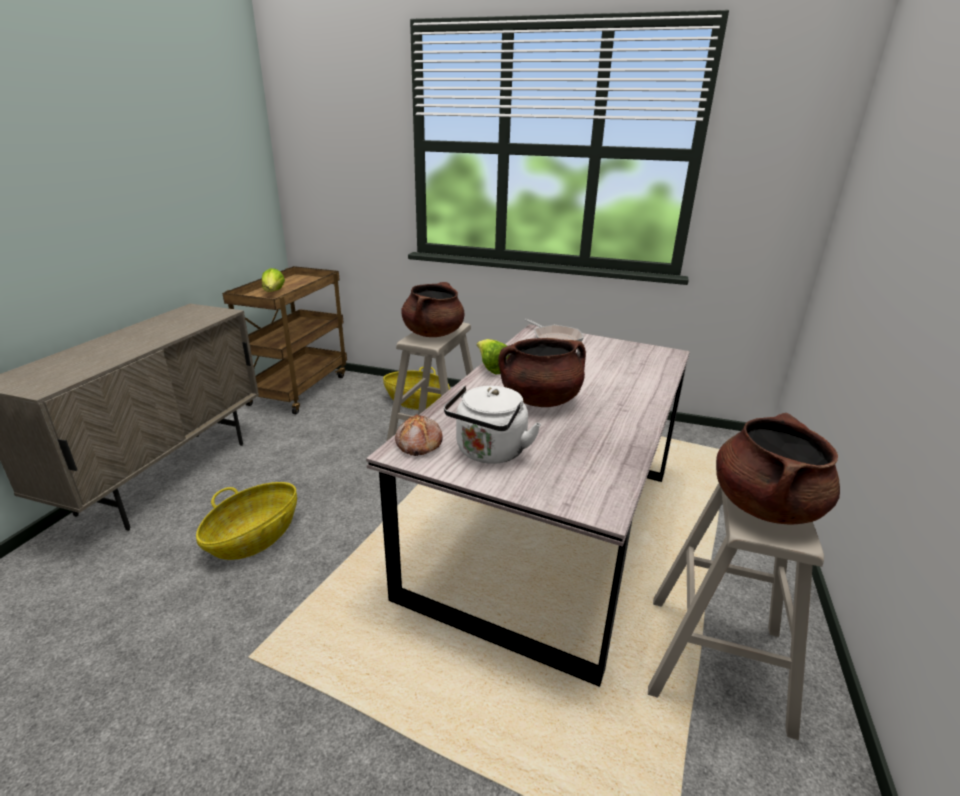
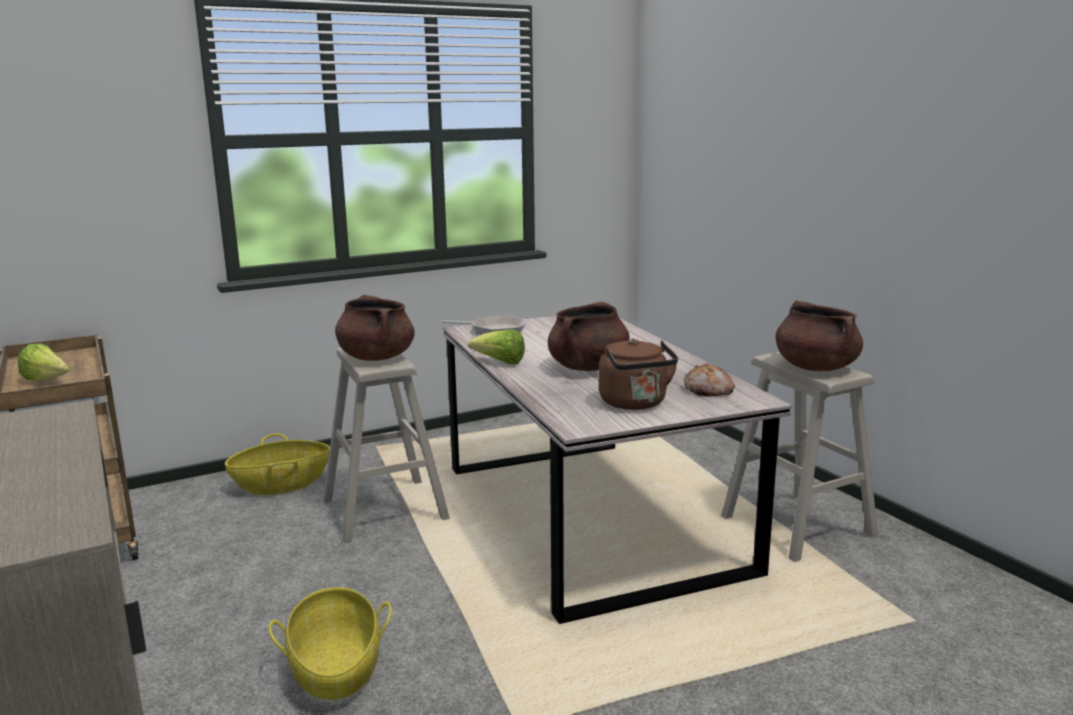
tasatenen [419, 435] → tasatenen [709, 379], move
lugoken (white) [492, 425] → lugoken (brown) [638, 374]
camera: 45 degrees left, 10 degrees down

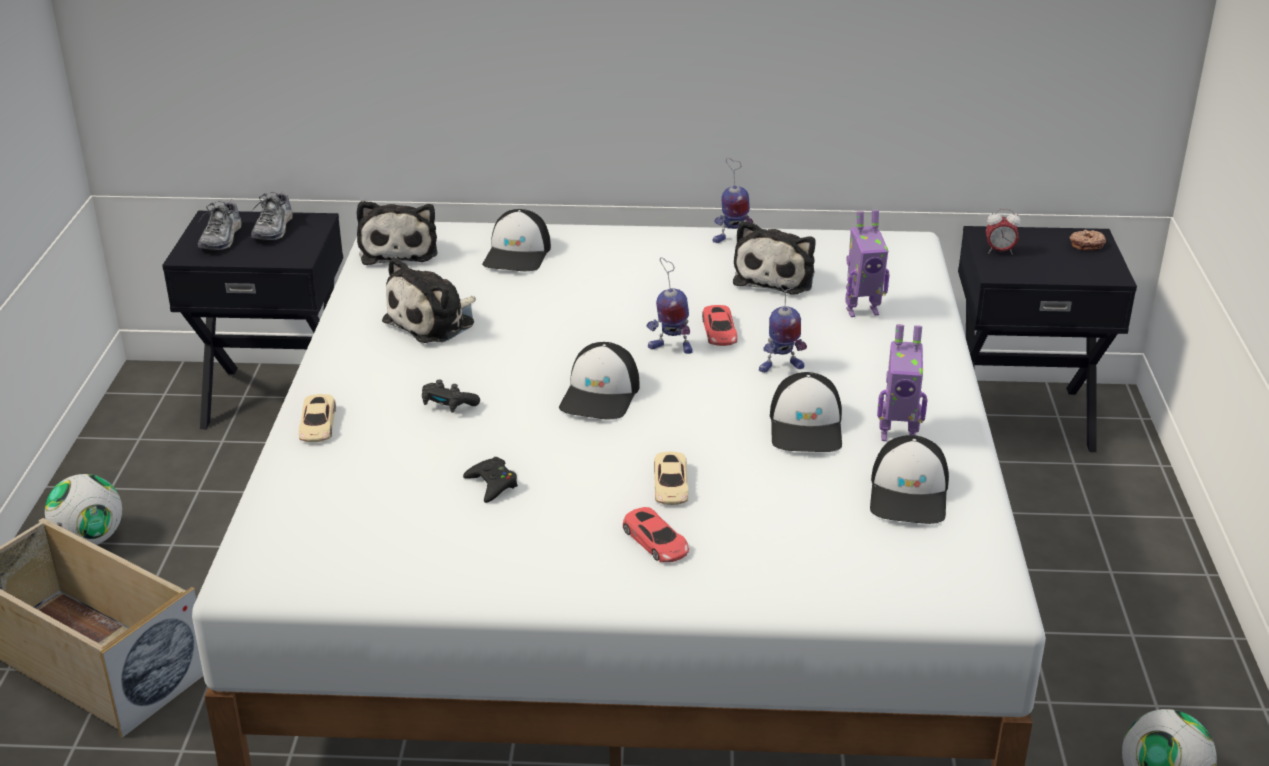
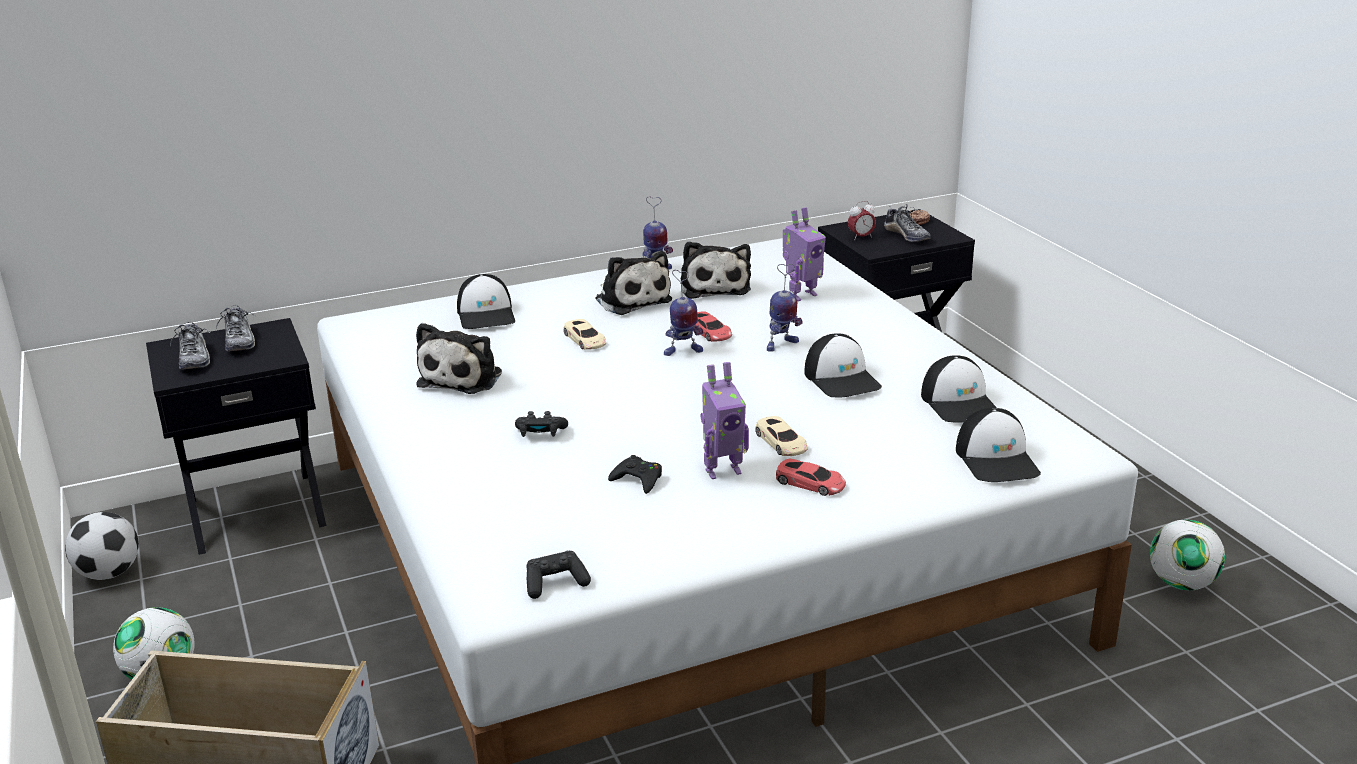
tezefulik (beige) [317, 418] → tezefulik (beige) [584, 334], move
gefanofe [397, 233] → gefanofe [633, 283], move
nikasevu [599, 380] → nikasevu [998, 445], move
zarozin [902, 382] → zarozin [725, 420], move
- → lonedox [102, 546]
- → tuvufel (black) [558, 575]
- → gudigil [907, 223]
camera: 25 degrees left, 5 degrees down

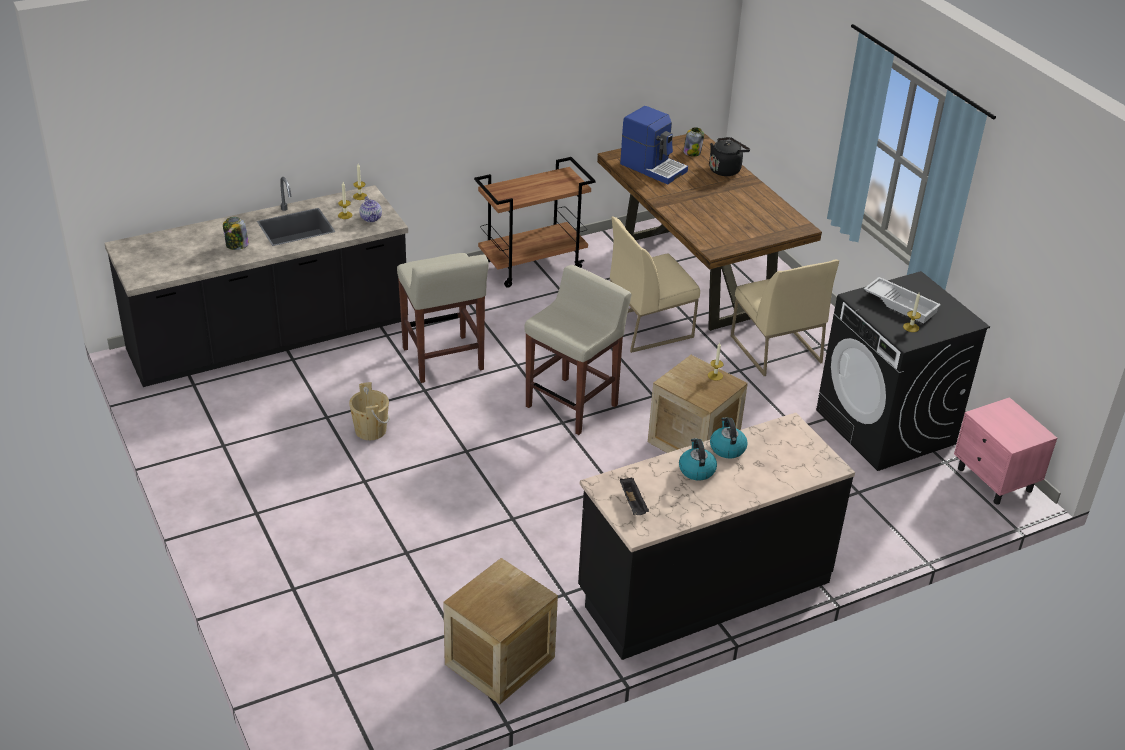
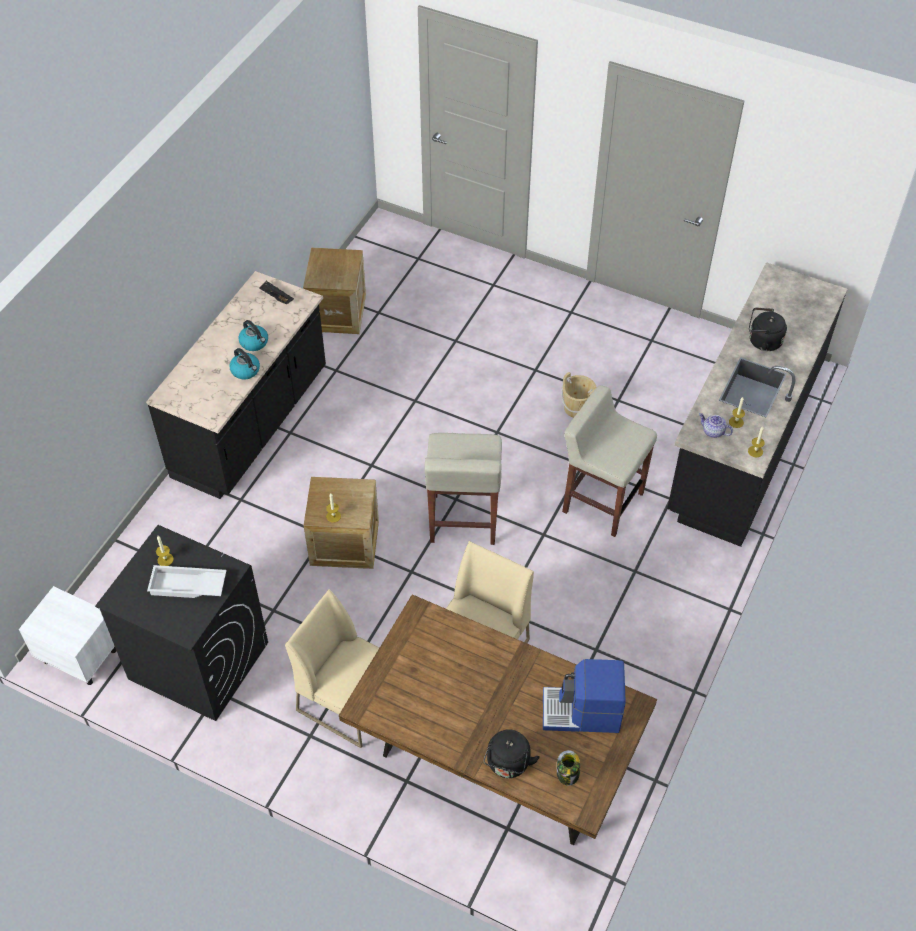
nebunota [236, 233] → lugoken (black) [768, 329]
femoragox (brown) [535, 222] → -
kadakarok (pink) [1005, 451] → kadakarok (white) [67, 635]
camera: 145 degrees right, 15 degrees up

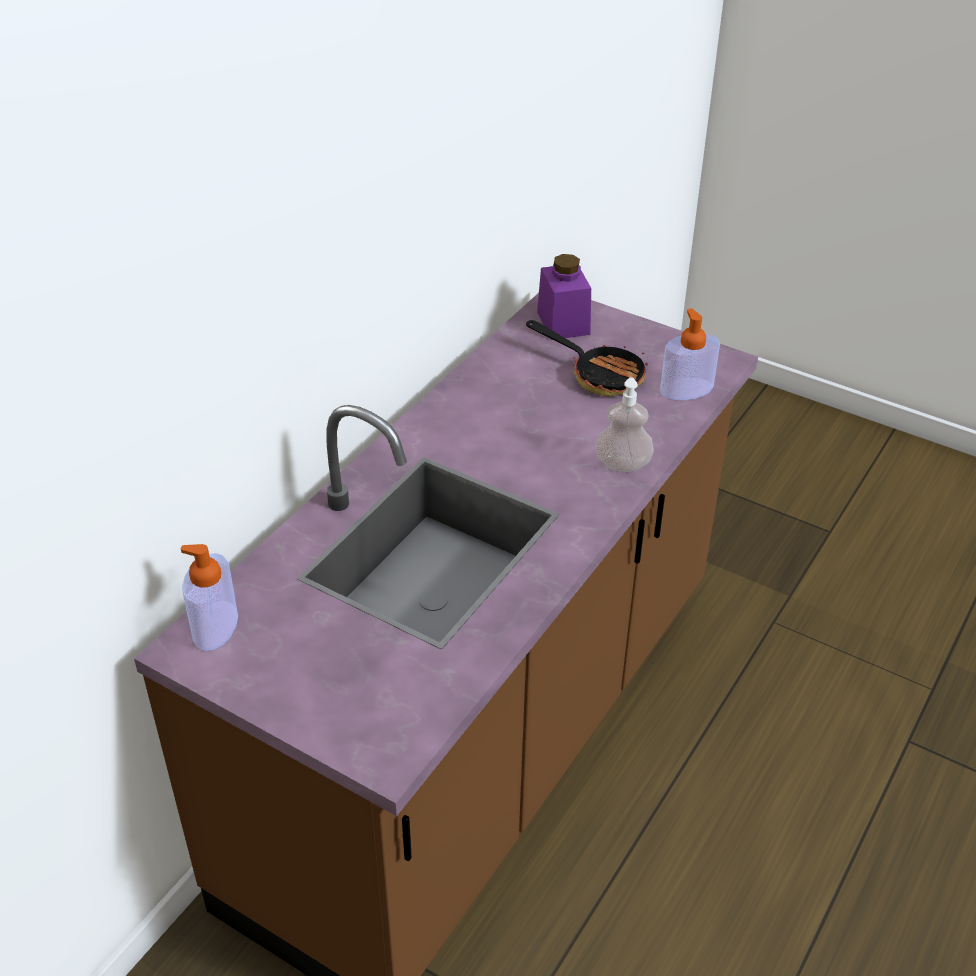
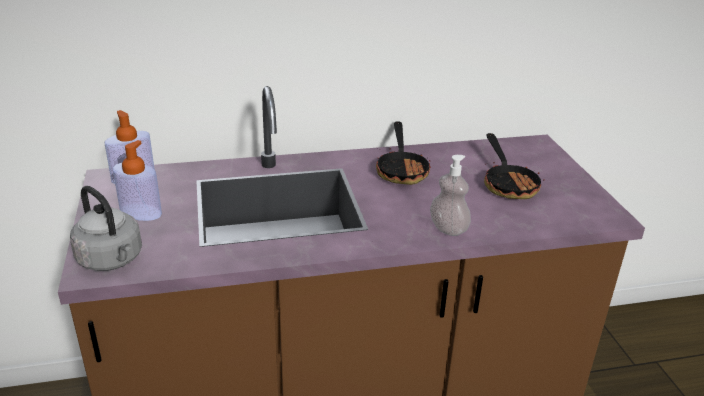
nebunota (purple) [564, 297] → -
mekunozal [690, 354] → mekunozal [137, 180], move
- → lugoken (grey) [106, 228]
- → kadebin [403, 153]
camera: 45 degrees right, 10 degrees down

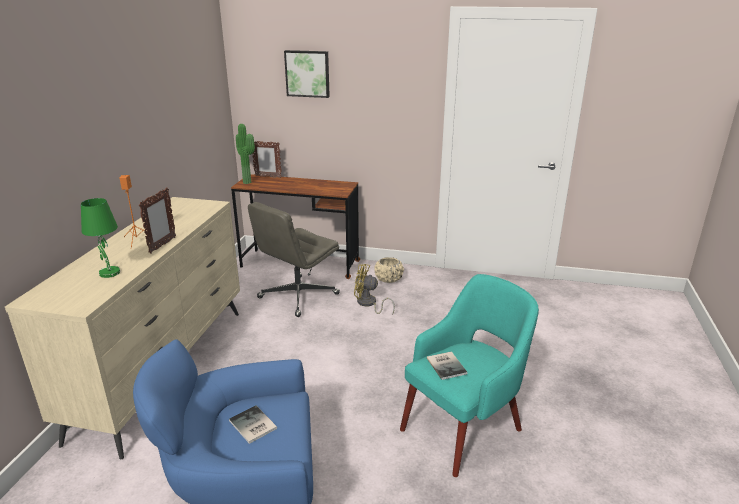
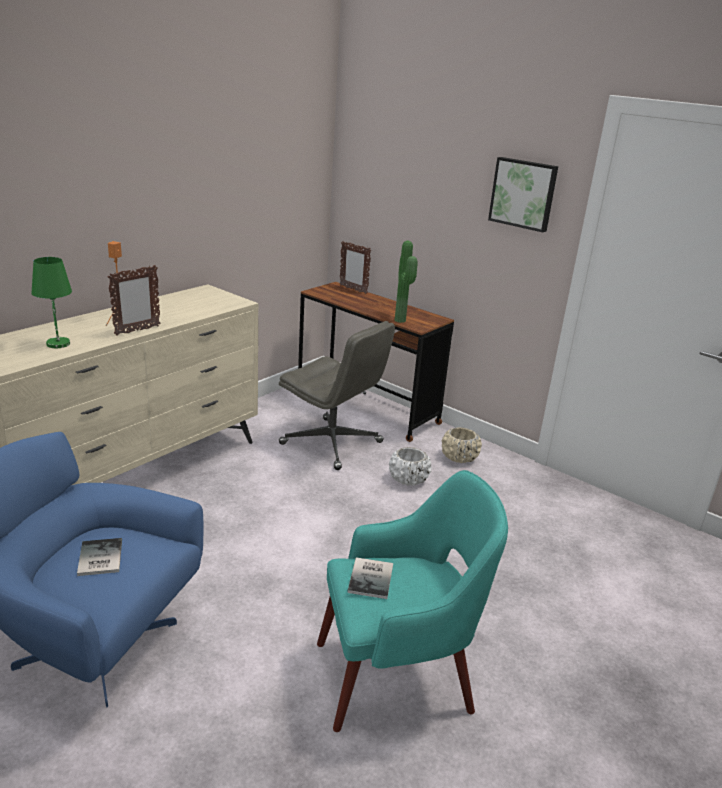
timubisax [245, 154] → timubisax [406, 282], move
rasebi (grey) [294, 259] → rasebi (grey) [337, 395], 120 degrees counterclockwise
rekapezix [307, 74] → rekapezix [523, 194], move
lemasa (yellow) [374, 289] → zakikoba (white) [410, 466]
camera: 25 degrees right, 0 degrees up

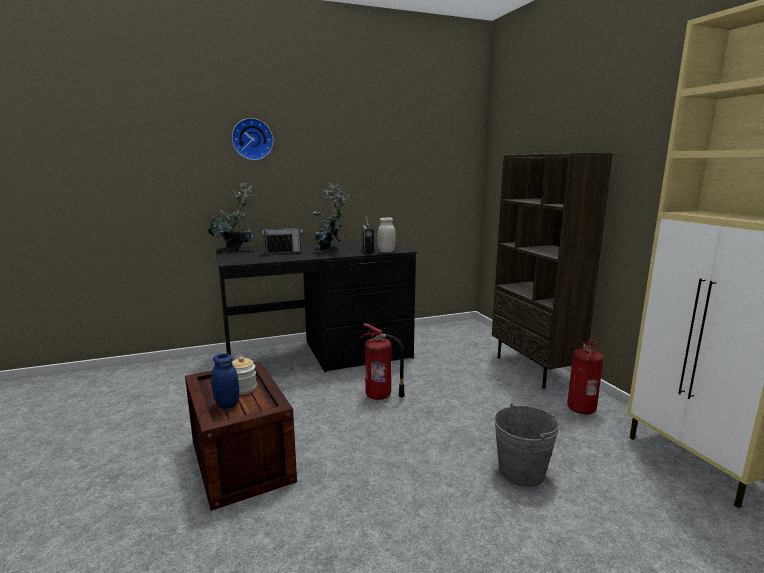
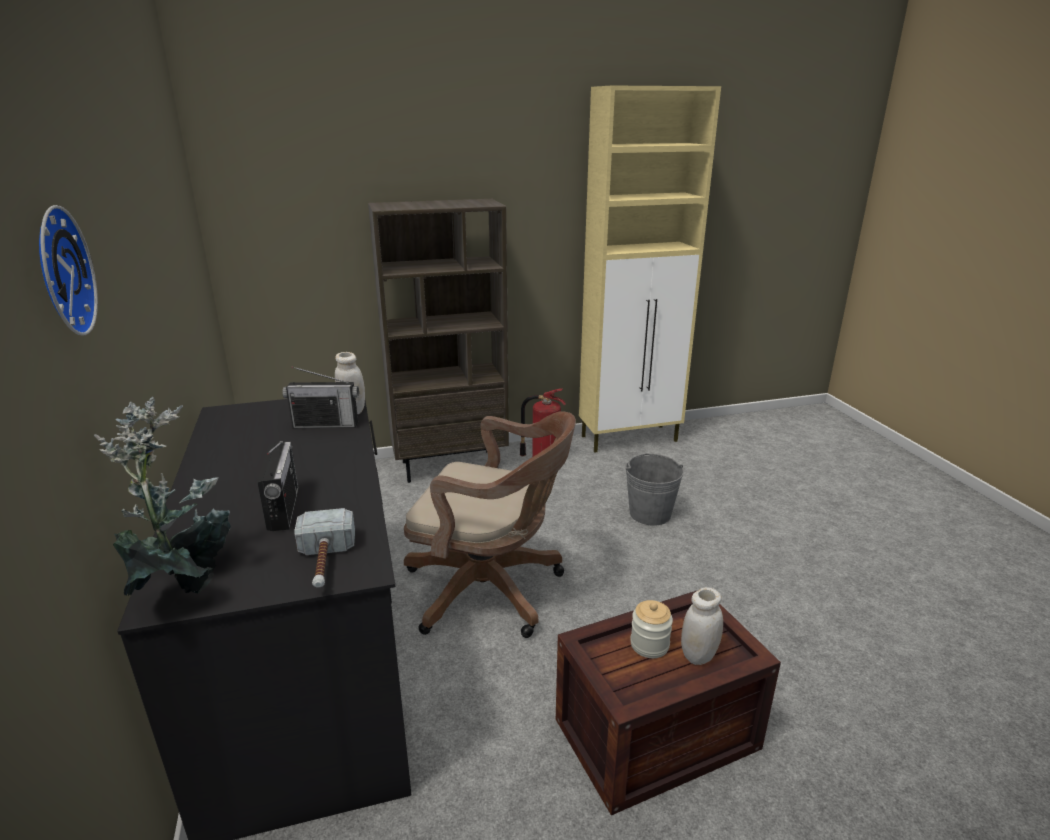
nebunota (blue) [225, 381] → nebunota (white) [702, 626]
timubisax [331, 216] → -
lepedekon [382, 361] → rasebi (brown) [490, 524]
- → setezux [325, 547]
camera: 85 degrees left, 10 degrees up

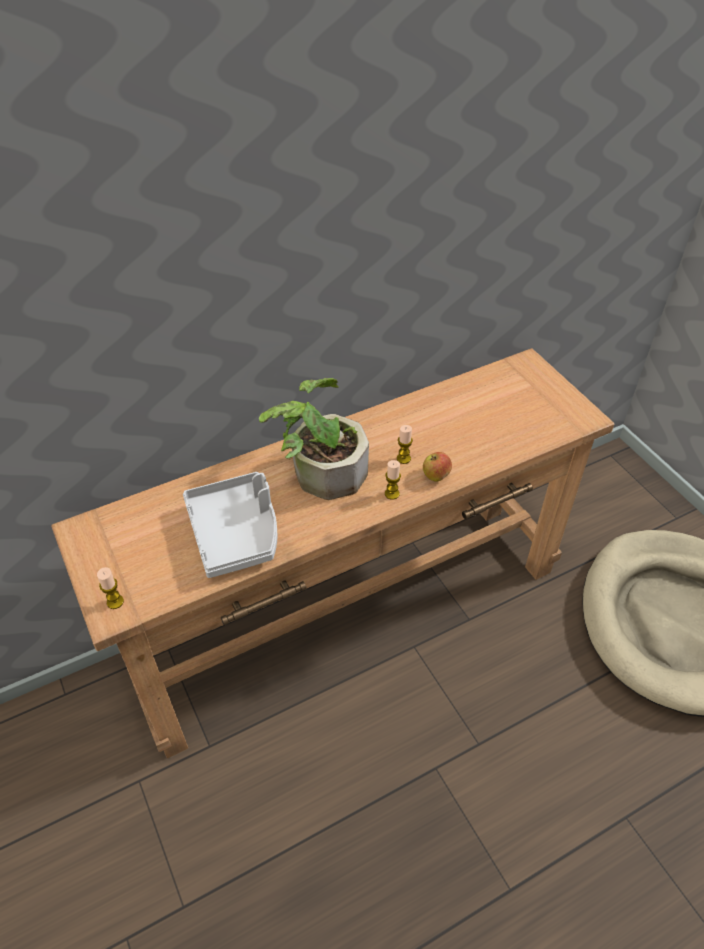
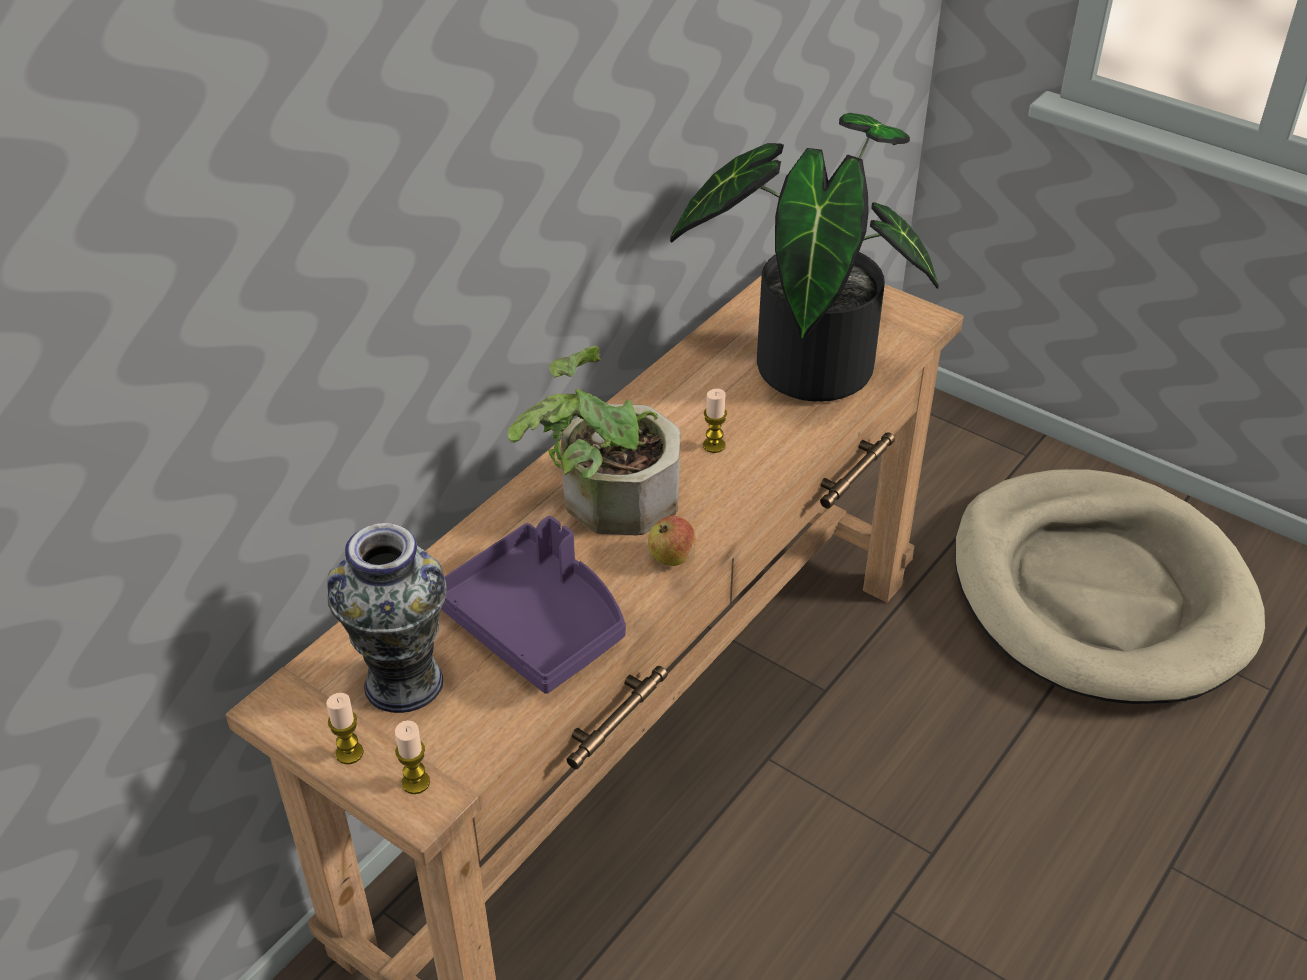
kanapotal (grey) [230, 525] → kanapotal (purple) [533, 605]
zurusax [393, 480] → zurusax [345, 728], move
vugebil [437, 467] → vugebil [672, 541], move
- → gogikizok [387, 618]
- → timubisax [804, 257]
camera: 25 degrees left, 5 degrees down

